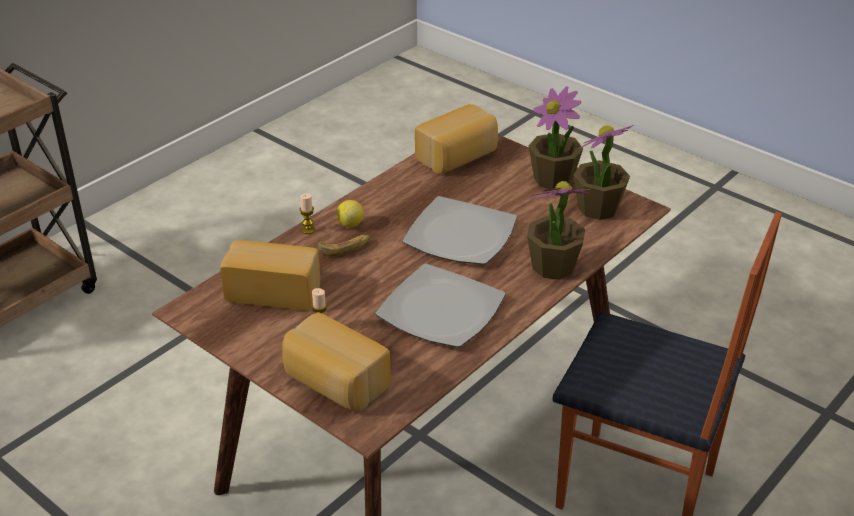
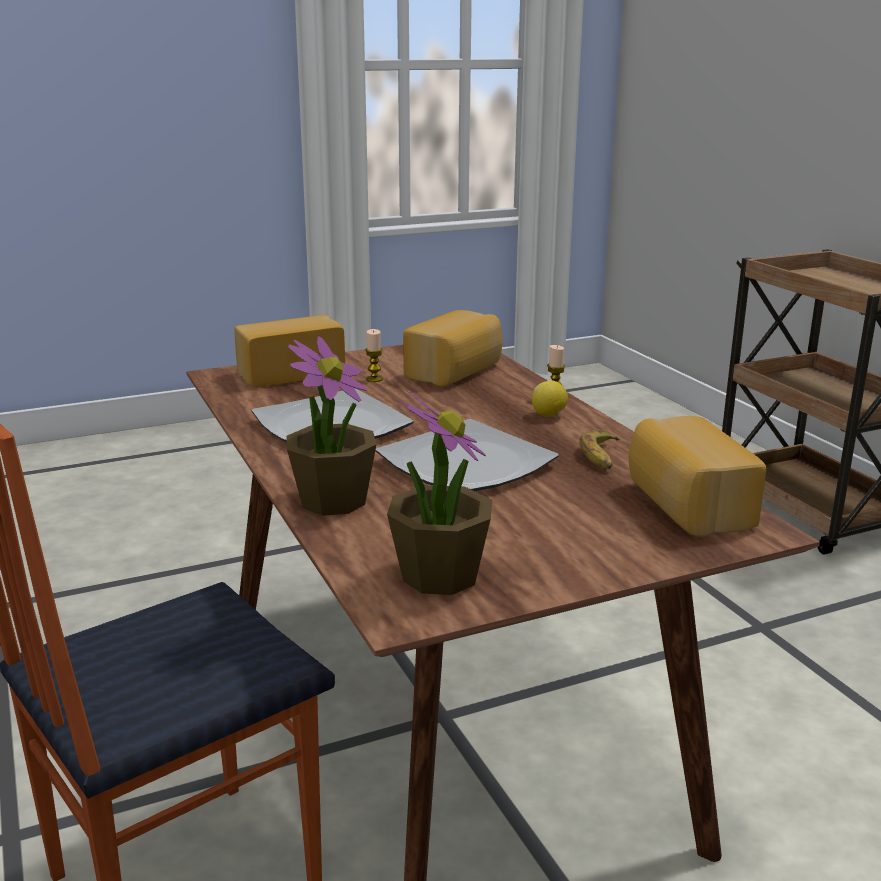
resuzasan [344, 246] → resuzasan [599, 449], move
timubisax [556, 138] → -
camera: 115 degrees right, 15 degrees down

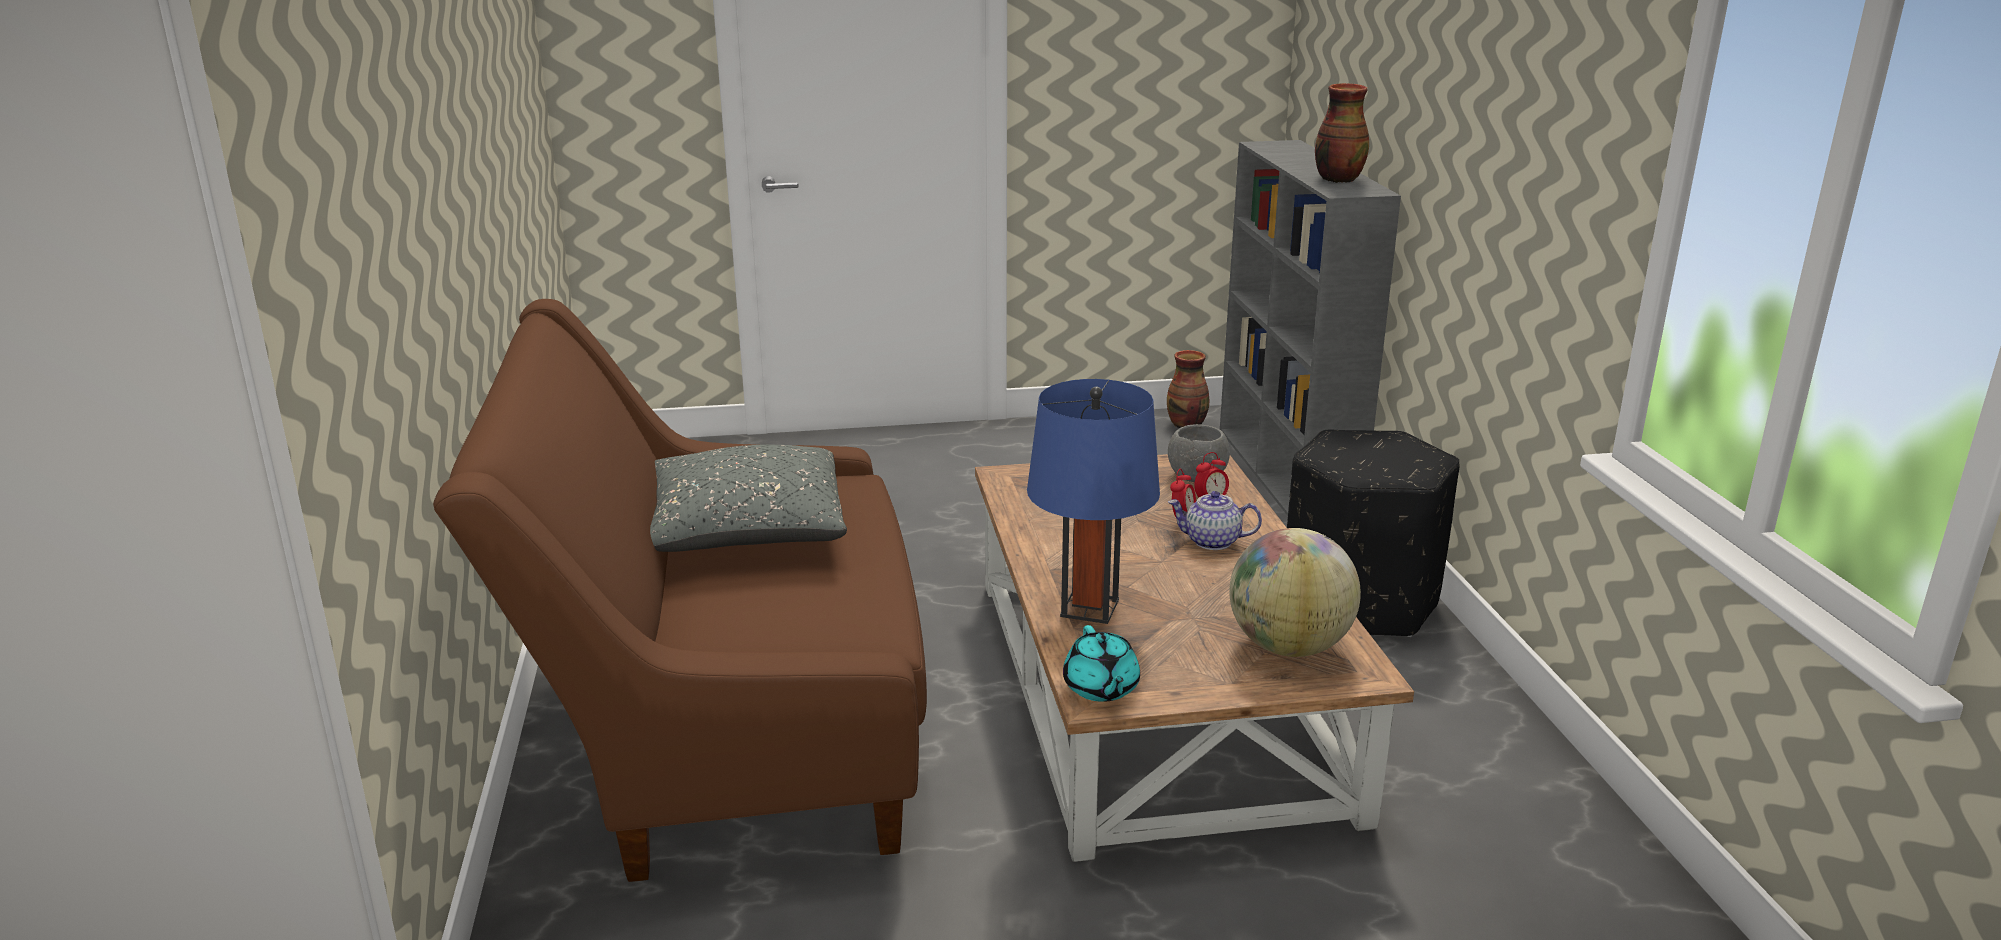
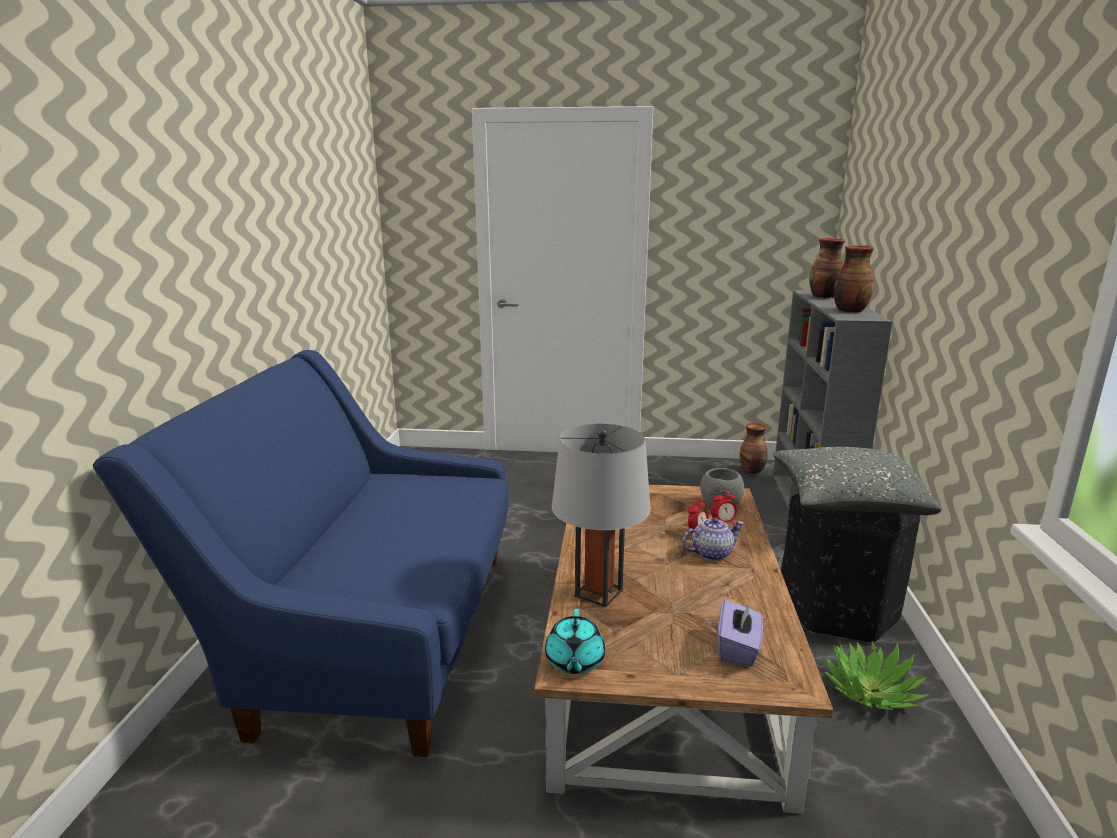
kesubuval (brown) [680, 590] → kesubuval (blue) [301, 553]
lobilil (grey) [748, 498] → lobilil (grey) [857, 481], move
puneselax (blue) [1093, 501] → puneselax (grey) [601, 515]
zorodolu [1215, 520] → zorodolu [713, 539], 135 degrees clockwise
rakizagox [1295, 592] → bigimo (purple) [740, 633]
- → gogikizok [827, 268]
- → timubisax [876, 675]
camera: 15 degrees right, 5 degrees down

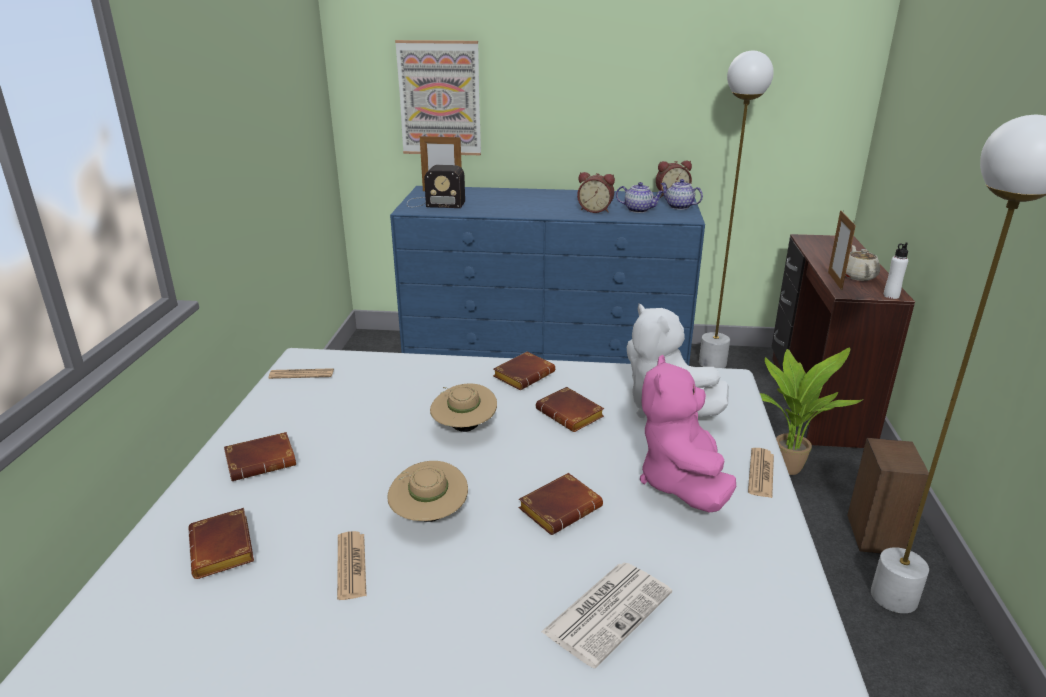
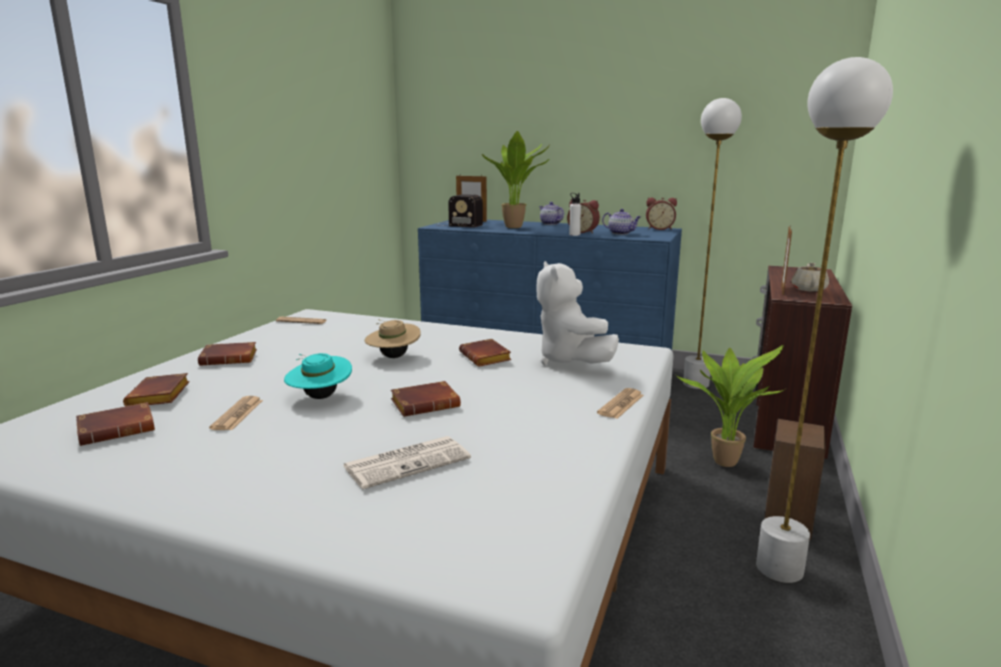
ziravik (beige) [427, 491] → ziravik (turquoise) [318, 376]
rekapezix [438, 97] → -
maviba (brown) [524, 371] → maviba (brown) [115, 424], move
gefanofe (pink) [688, 434] → -
zorodolu [682, 194] → zorodolu [551, 213], move
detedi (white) [895, 270] → detedi (white) [575, 214], move
- → timubisax [516, 179]
camera: 15 degrees right, 10 degrees down

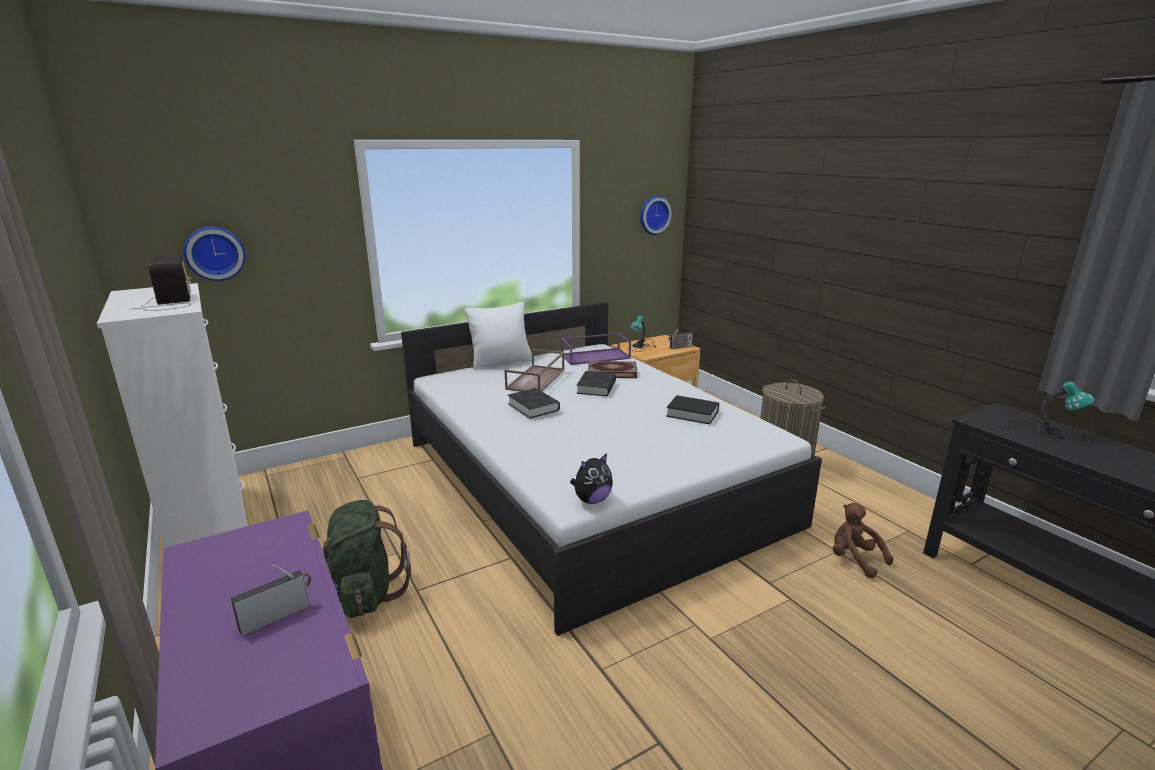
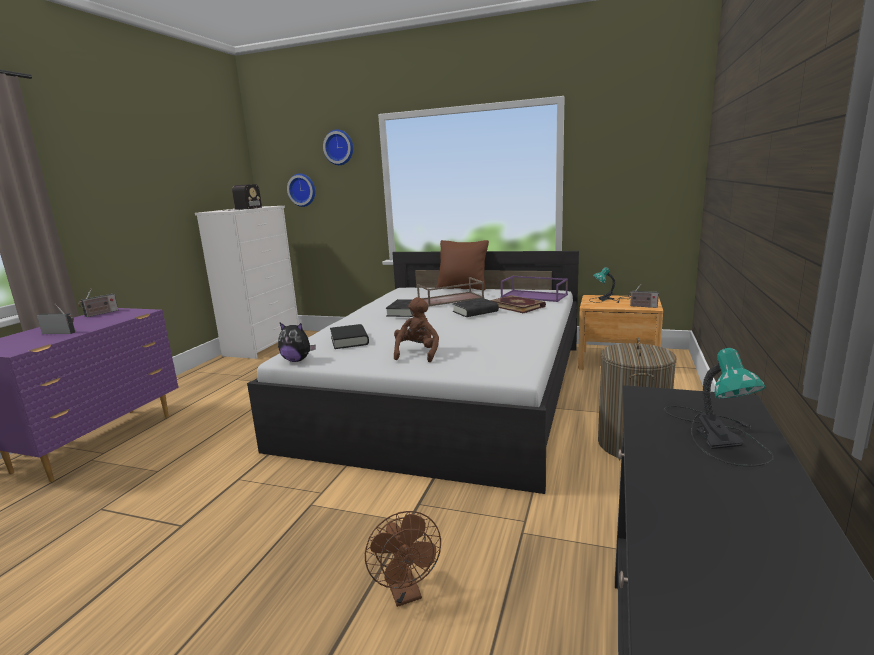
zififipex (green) [366, 559] → -
lobilil (white) [498, 335] → lobilil (brown) [463, 265]
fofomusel [656, 215] → fofomusel [338, 147], move
maviba (black) [692, 409] → maviba (black) [349, 336], move
gefanofe (brown) [863, 541] → gefanofe (brown) [416, 329], move
- → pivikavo [98, 303]
- → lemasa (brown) [403, 559]
camera: 50 degrees right, 5 degrees down

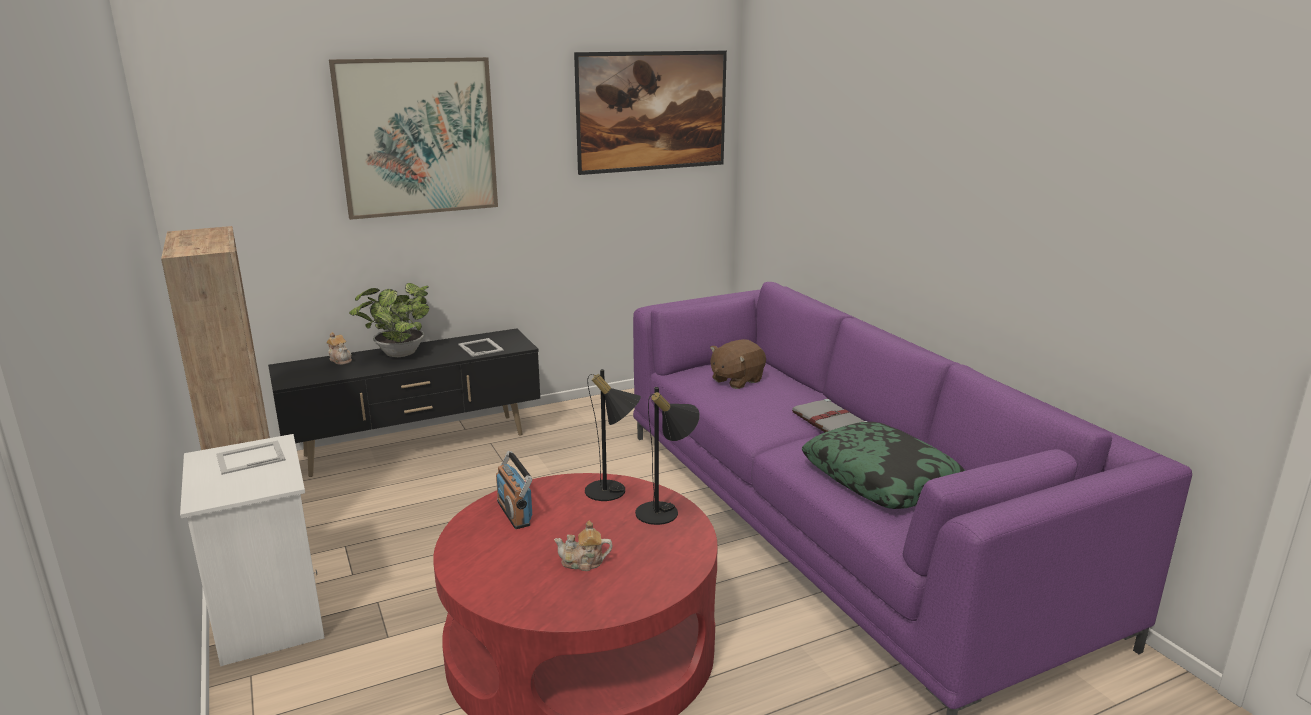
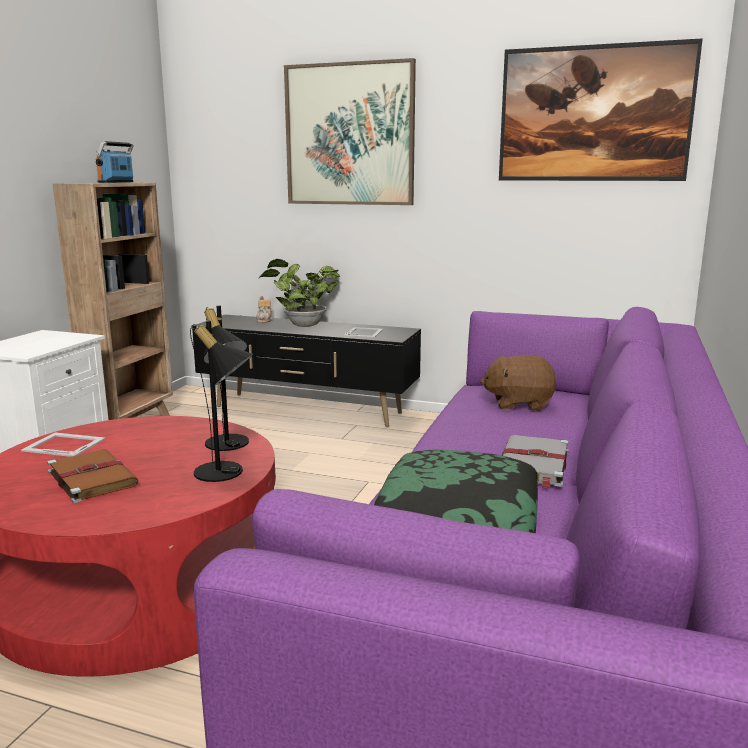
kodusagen [251, 458] → kodusagen [63, 445], move
pivikavo [514, 490] → pivikavo [115, 162], move
zorodolu [583, 546] → maviba (brown) [93, 476]
camera: 45 degrees right, 5 degrees down

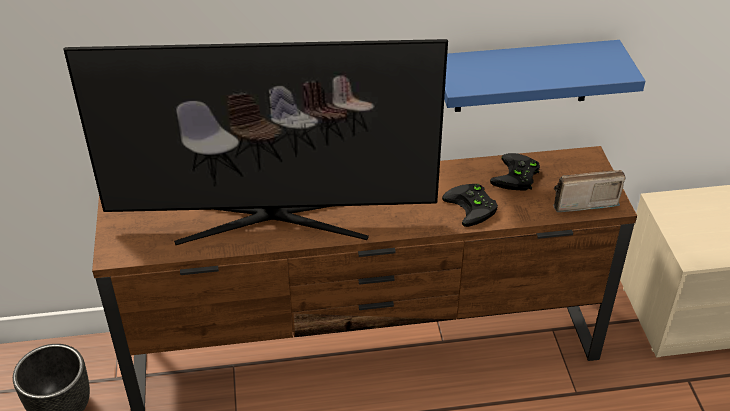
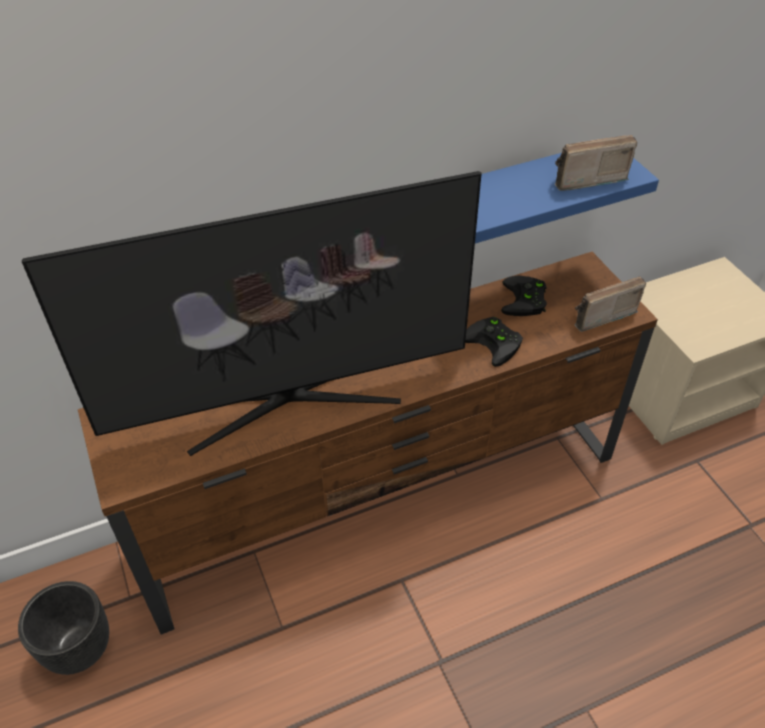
- → pivikavo [596, 163]
camera: 15 degrees left, 5 degrees up

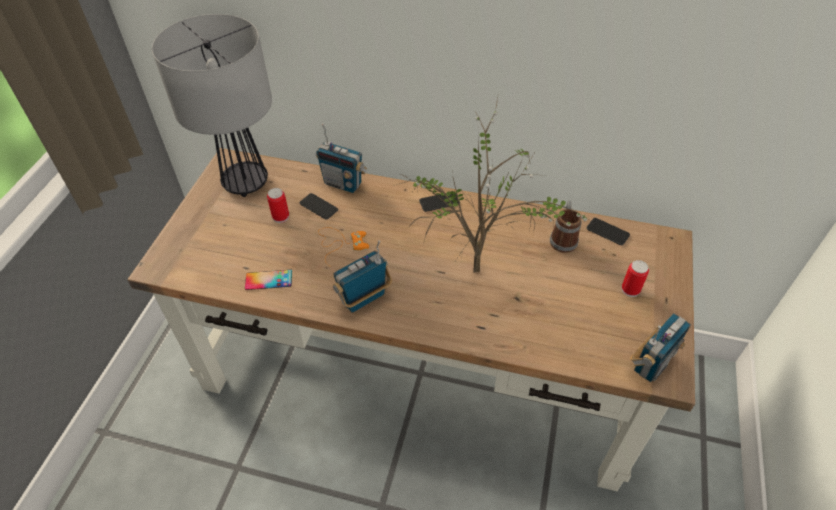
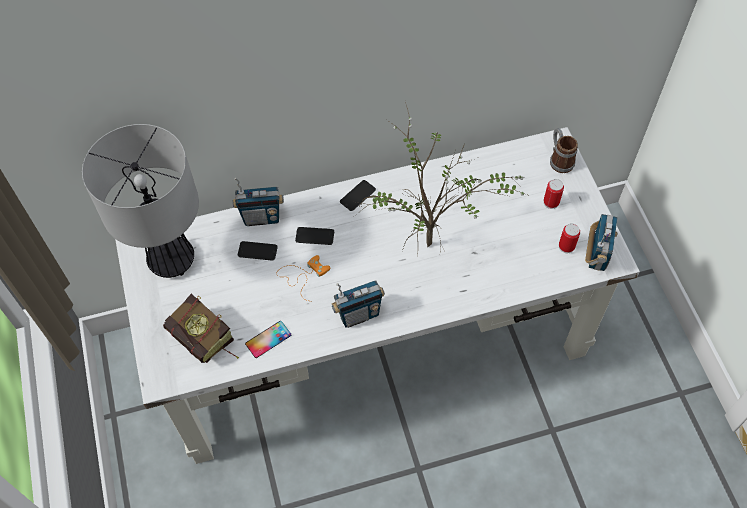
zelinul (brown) [411, 319] → zelinul (white) [377, 295]
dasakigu [278, 205] → dasakigu [569, 238], move
pivikavo [362, 276] → pivikavo [358, 304], 135 degrees counterclockwise
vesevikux [566, 227] → vesevikux [564, 150], move
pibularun [608, 231] → pibularun [314, 236], move
- → maviba [201, 328]
camera: 30 degrees left, 10 degrees up

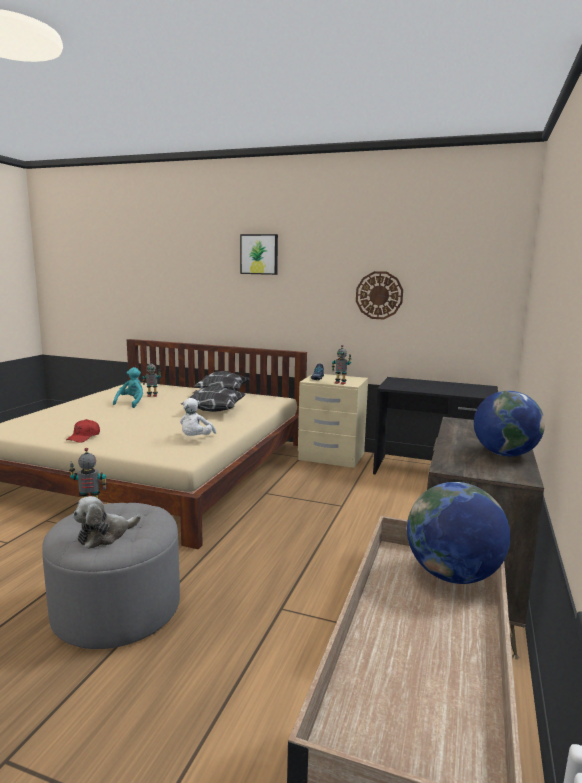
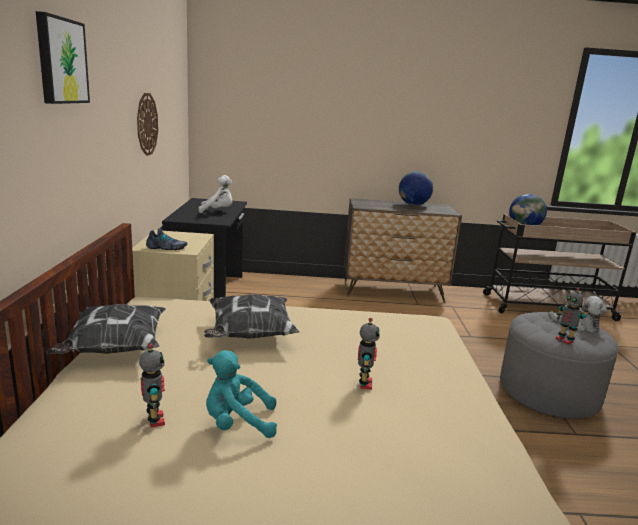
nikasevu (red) [83, 431] → -
gefanofe (white) [198, 417] → gefanofe (white) [215, 194], move
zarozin [342, 364] → zarozin [369, 354], move
camera: 110 degrees left, 5 degrees up

